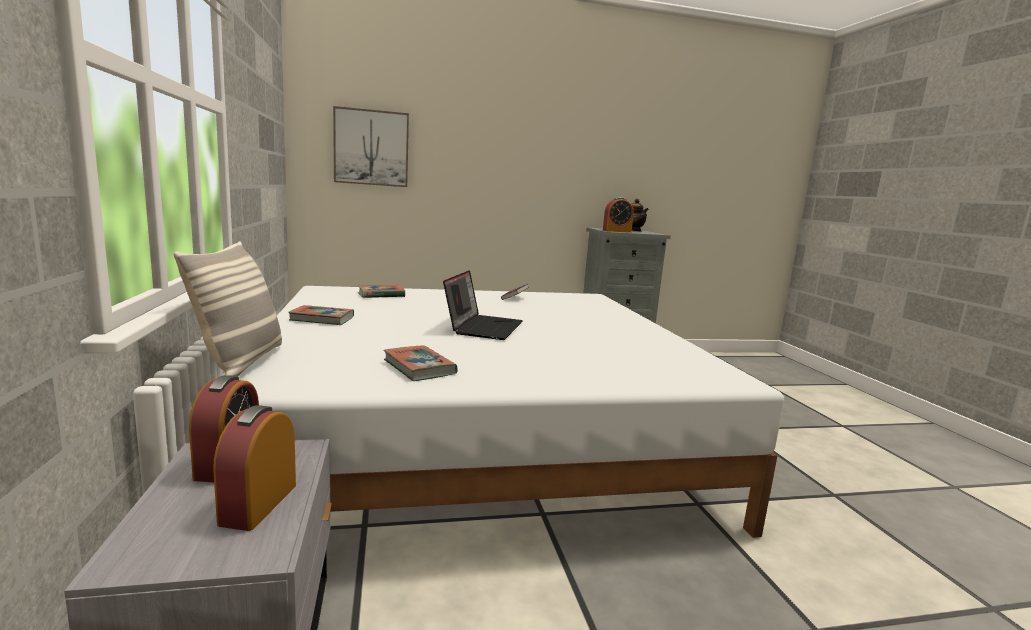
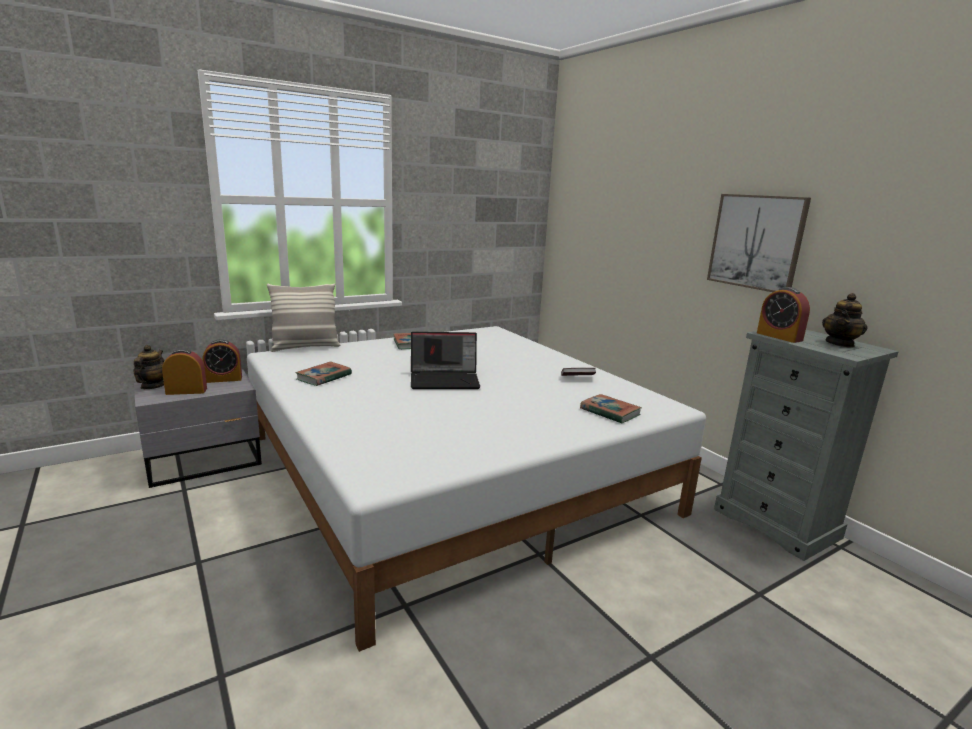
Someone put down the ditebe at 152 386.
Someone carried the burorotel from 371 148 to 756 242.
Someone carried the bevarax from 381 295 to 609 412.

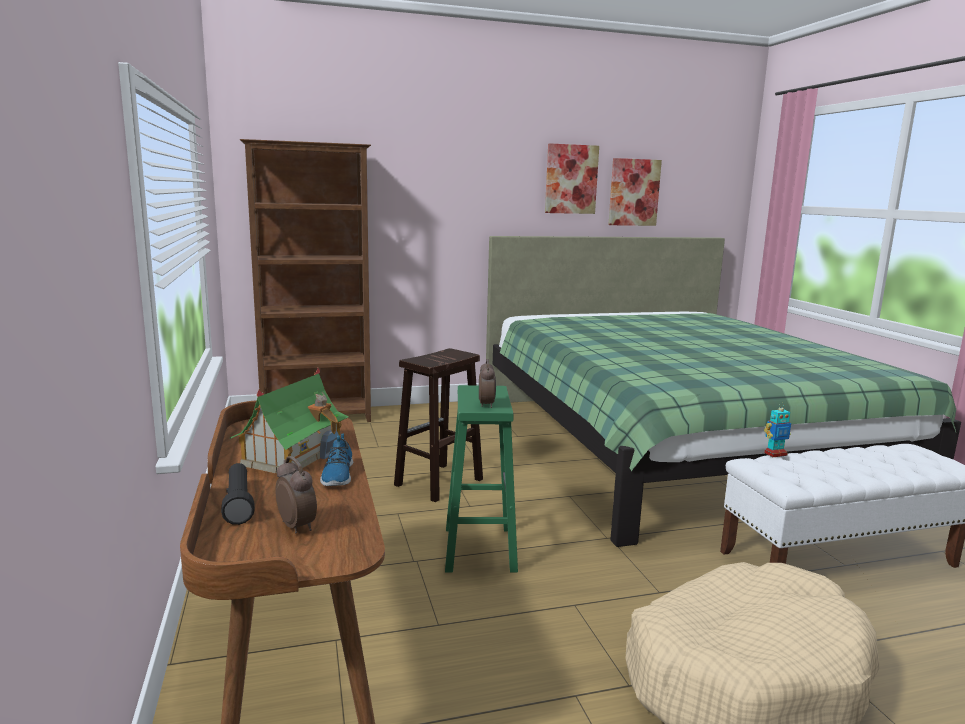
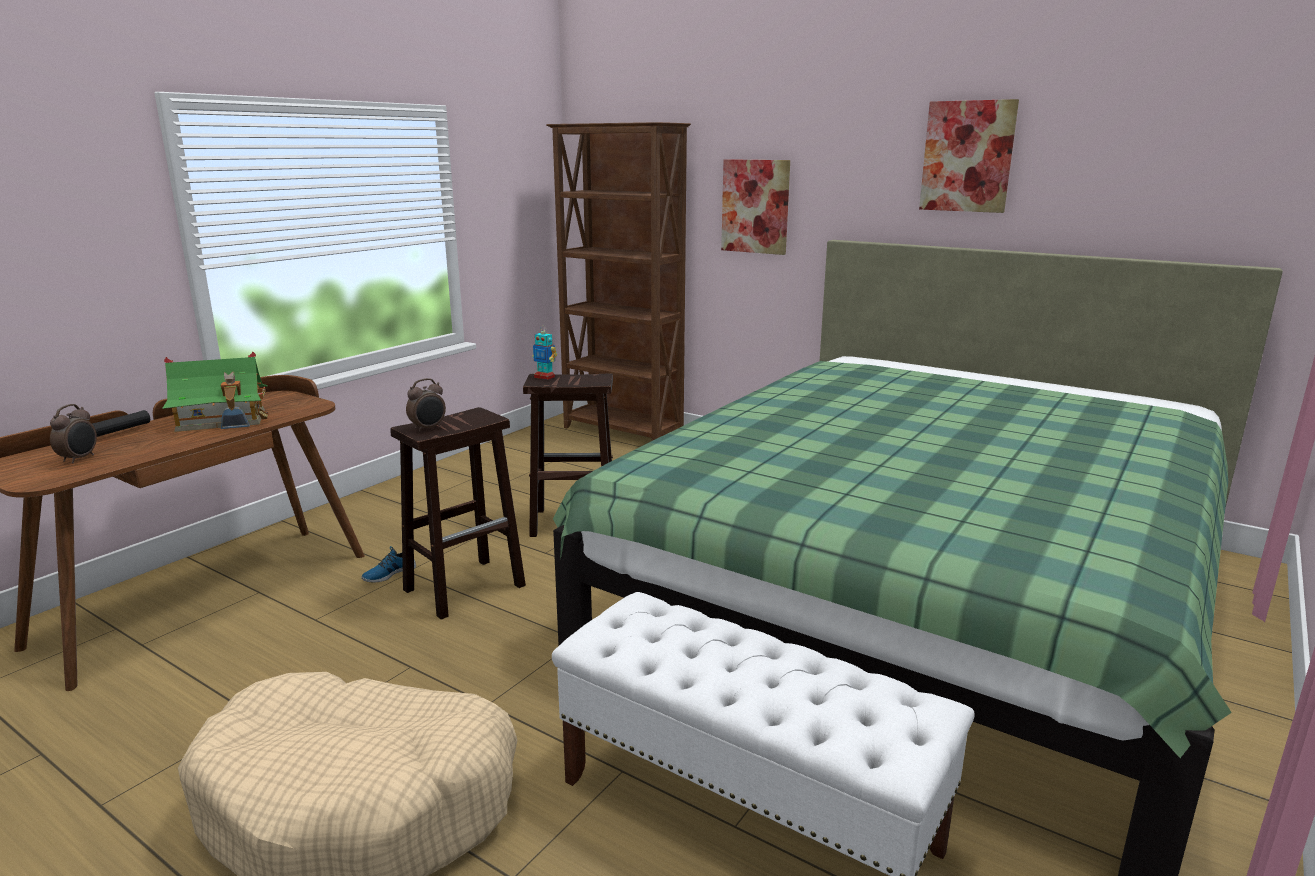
Someone carried the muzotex from 337 475 to 389 573.
Someone carried the burorotel from 634 192 to 755 206.
Someone carried the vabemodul from 775 454 to 544 377.
Someone repainted the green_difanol at 479 548, which became the brown_difanol at 466 587.

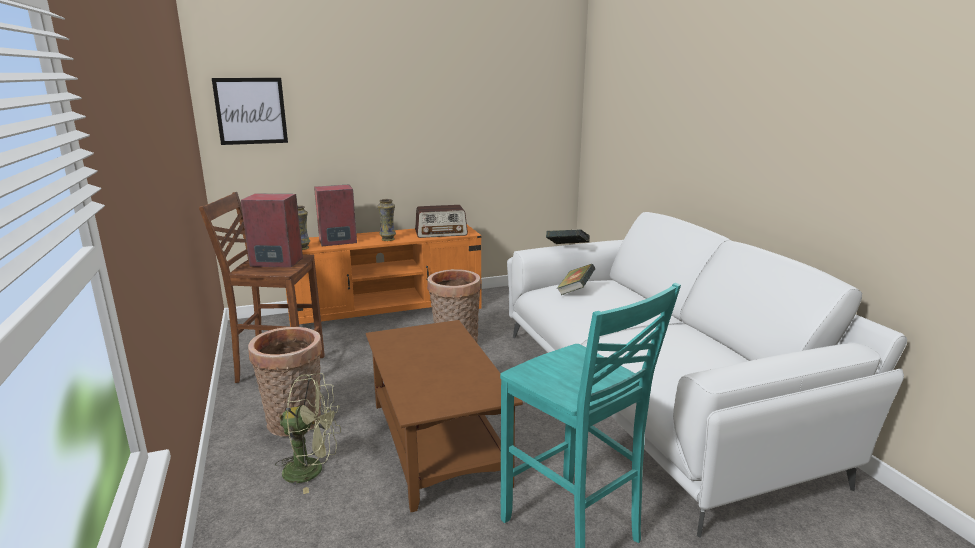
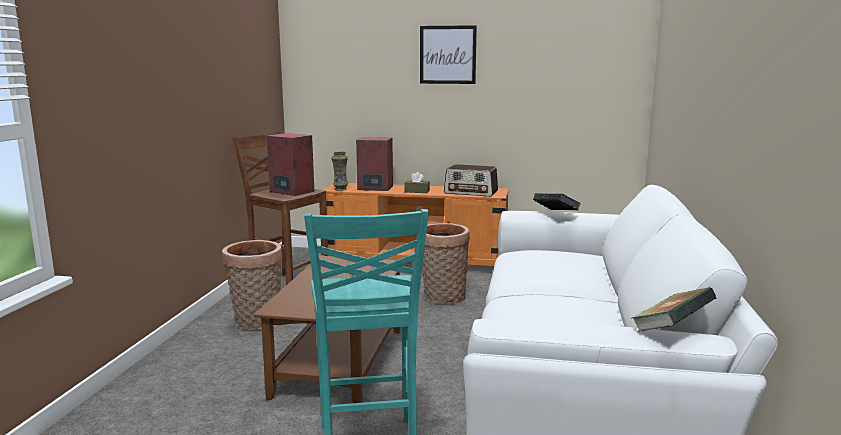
Someone took away the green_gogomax at 312 470.
Someone carried the burorotel from 251 111 to 448 55.
Someone carried the bevarax from 575 291 to 671 330.
Someone swapped the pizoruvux at 388 239 for the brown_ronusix at 417 191.

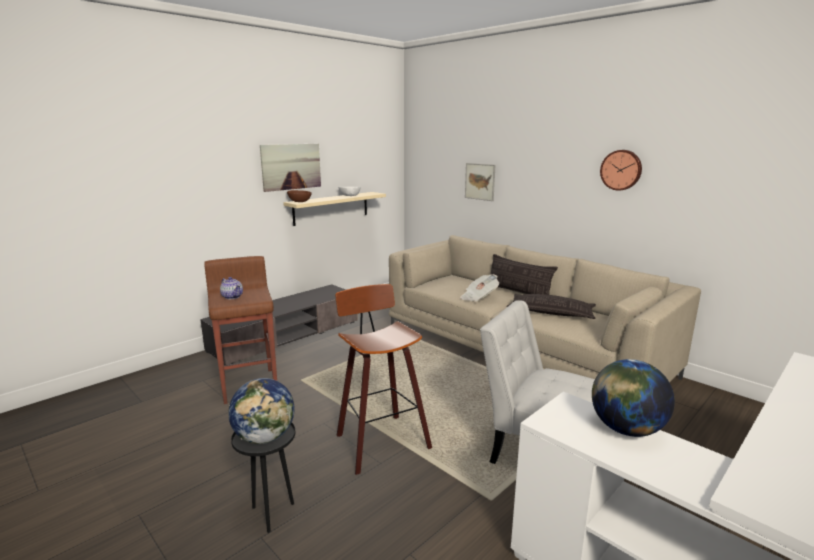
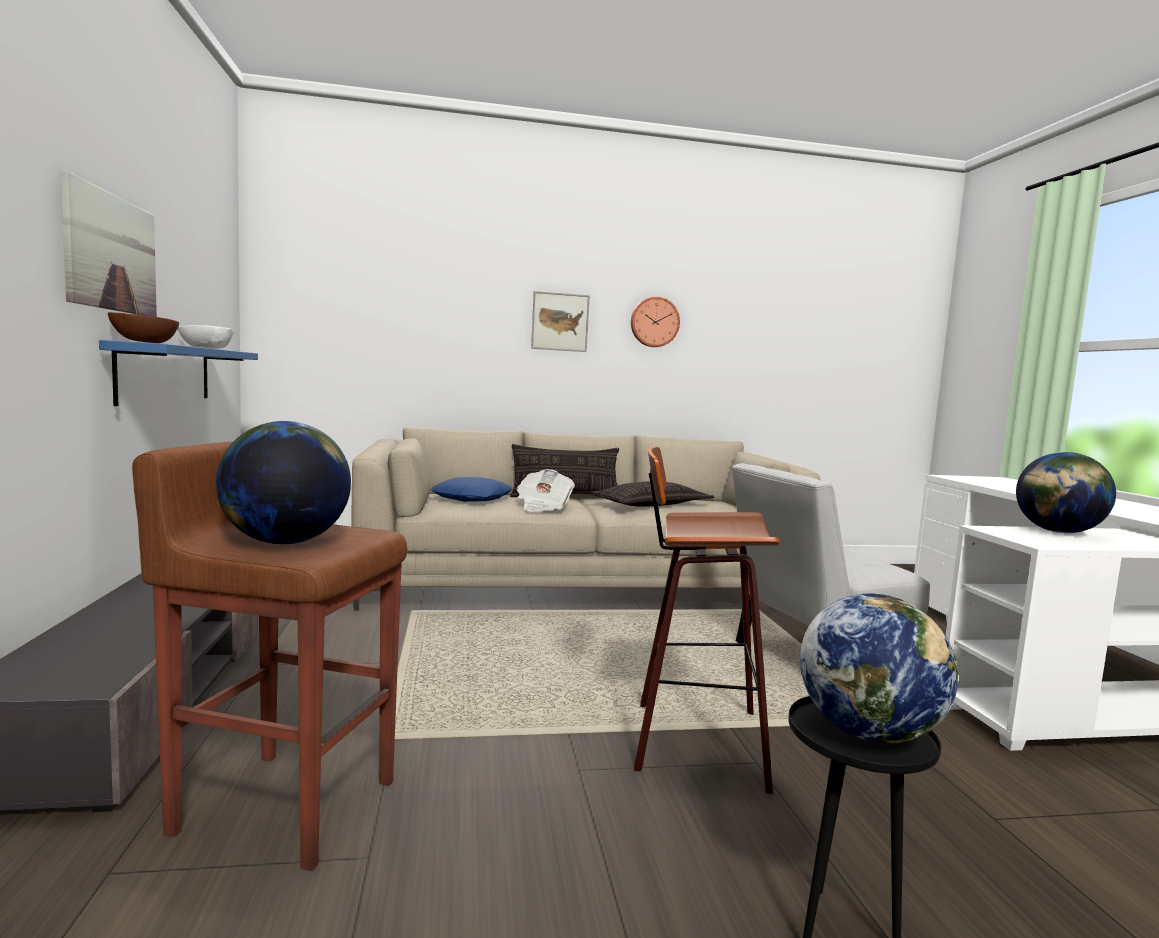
Someone put down the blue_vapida at 472 499.
Someone carried the burorotel from 480 181 to 560 322.
Someone swapped the ditebe at 232 296 for the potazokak at 285 542.
Someone repainted the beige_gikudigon at 331 208, which became the blue_gikudigon at 165 373.

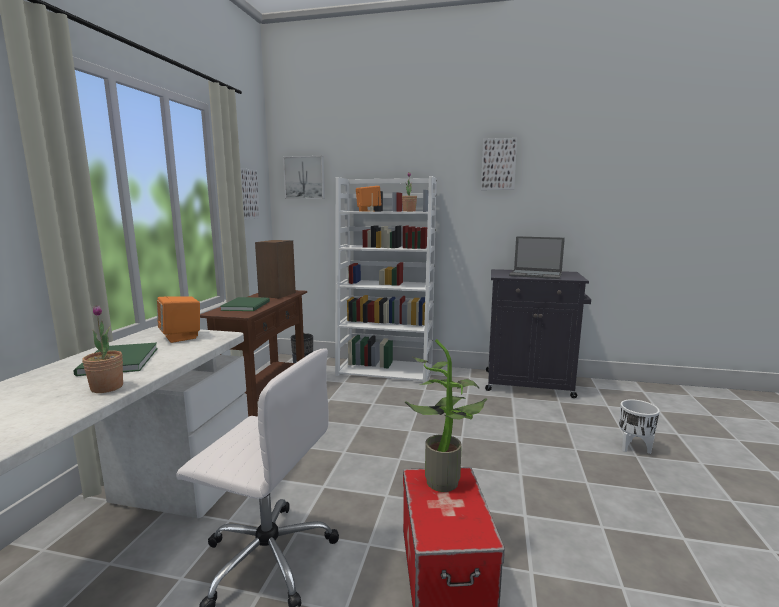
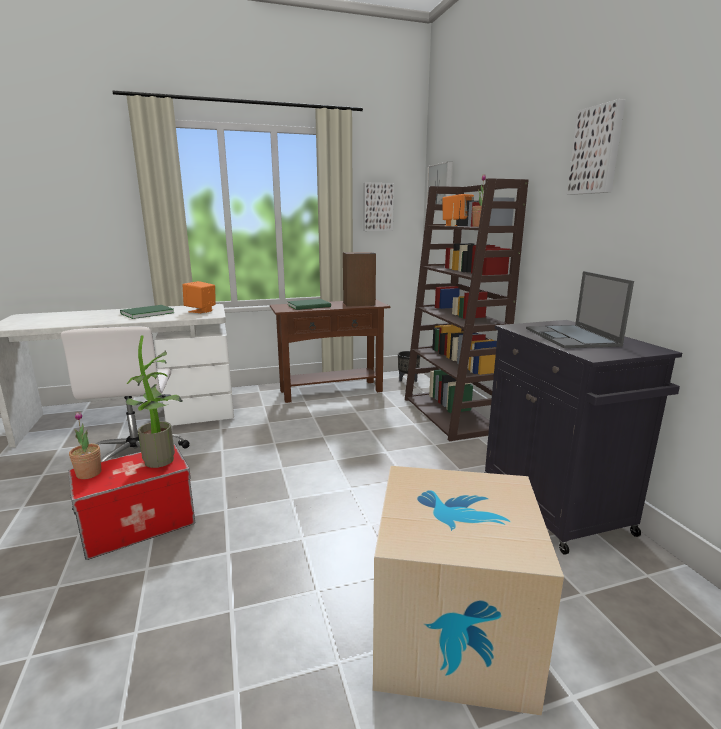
Someone carried the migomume from 107 387 to 89 473.
Someone swapped the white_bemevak at 633 448 for the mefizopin at 452 632.
Someone repainted the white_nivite at 386 370, which became the brown_nivite at 451 415.

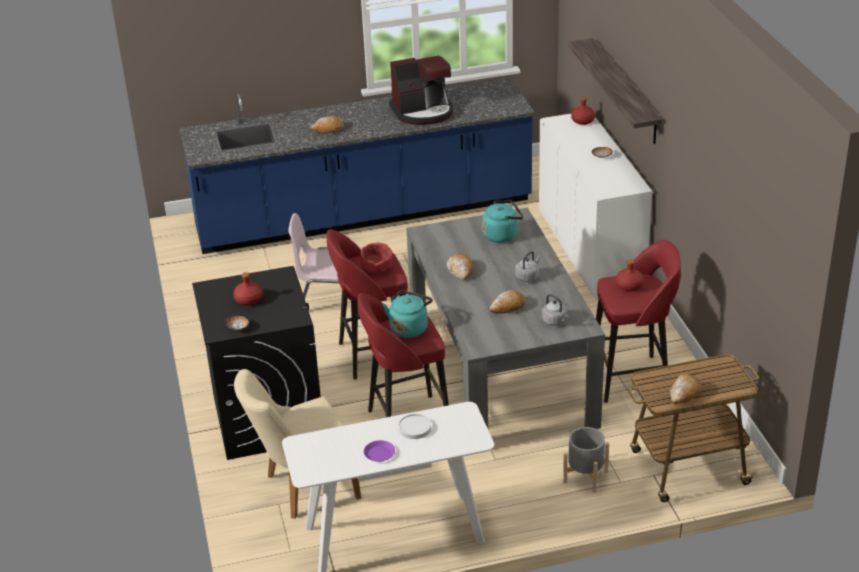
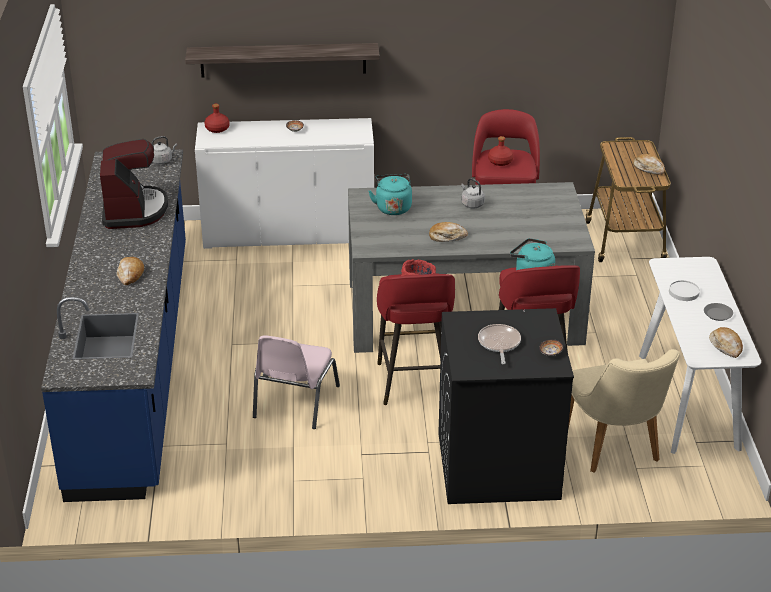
Someone took away the grey_bemevak at 585 476.
Someone carried the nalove from 508 307 to 726 346.
Someone carried the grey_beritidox from 555 321 to 162 160.
Someone swapped the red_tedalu at 248 299 for the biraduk at 499 344.
Someone repainted the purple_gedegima at 379 453, which became the grey_gedegima at 718 314.

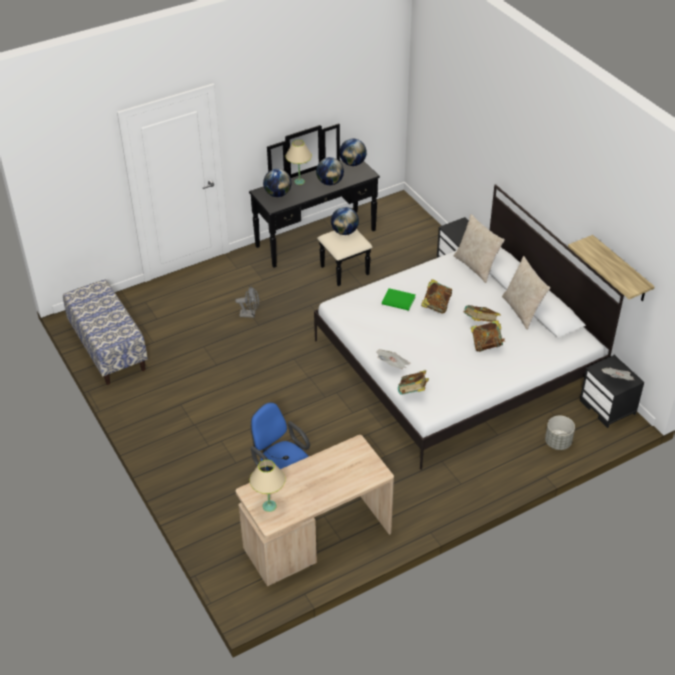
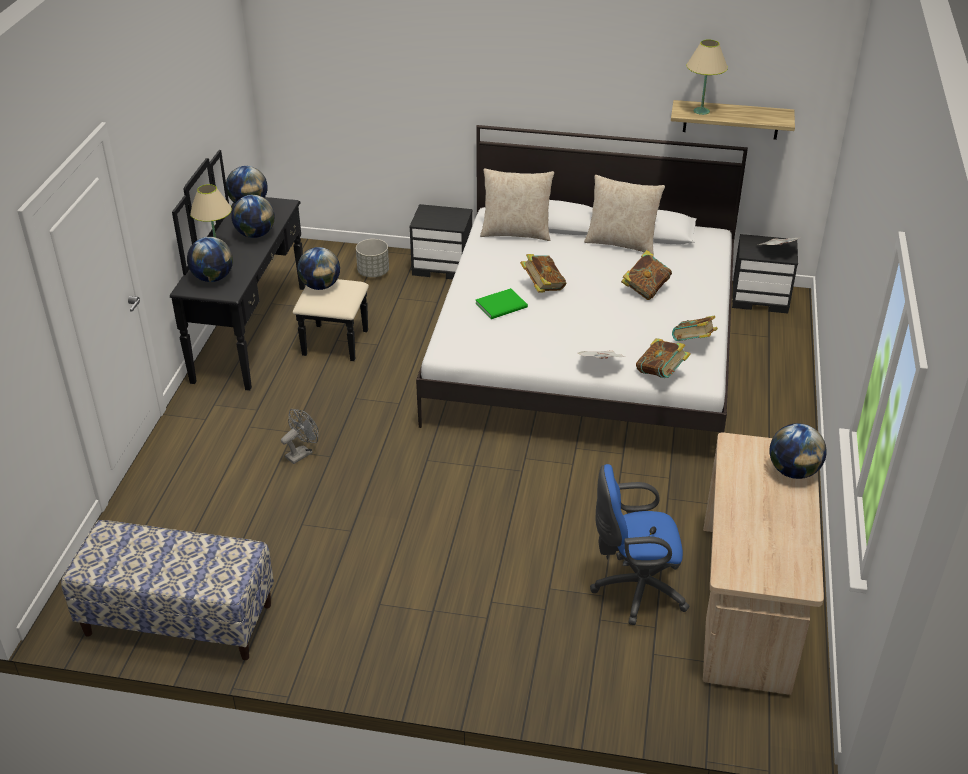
Someone put down the potazokak at 793 471.
Someone carried the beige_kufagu from 269 506 to 701 111.
Someone carried the bevarax from 480 323 to 693 344.
Someone carried the grey_bemevak from 558 442 to 373 272.

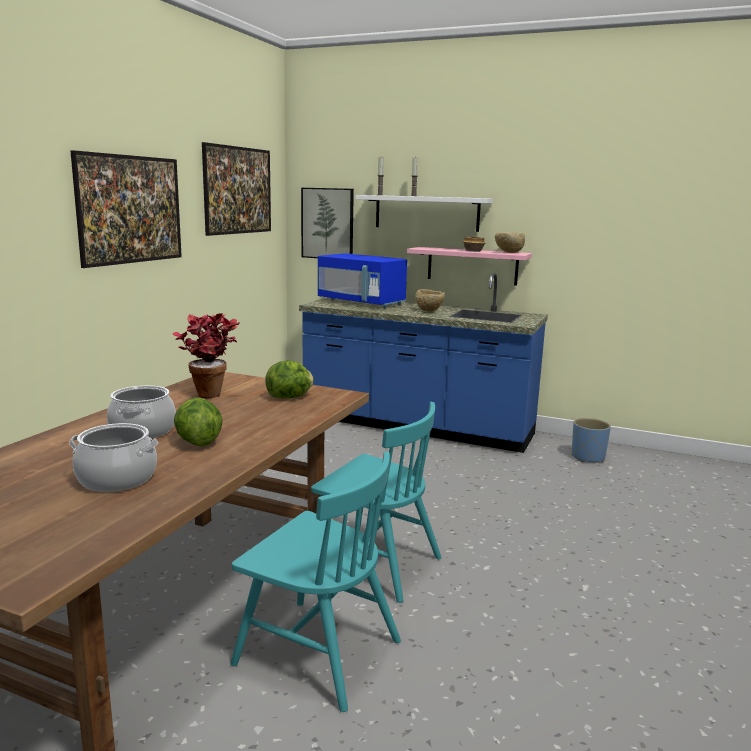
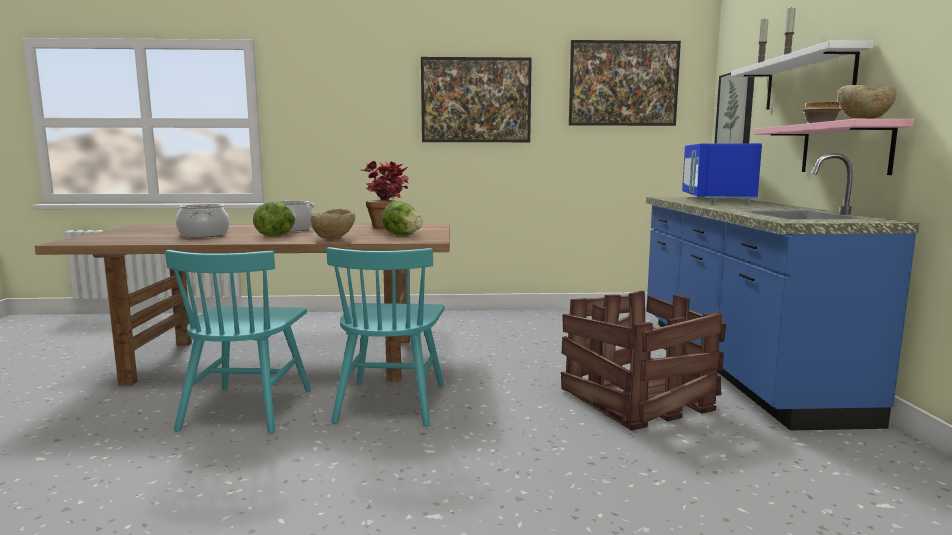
Someone took away the blue_bemevak at 588 457.
Someone put down the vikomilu at 638 399.
Someone carried the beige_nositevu from 429 311 to 334 238.

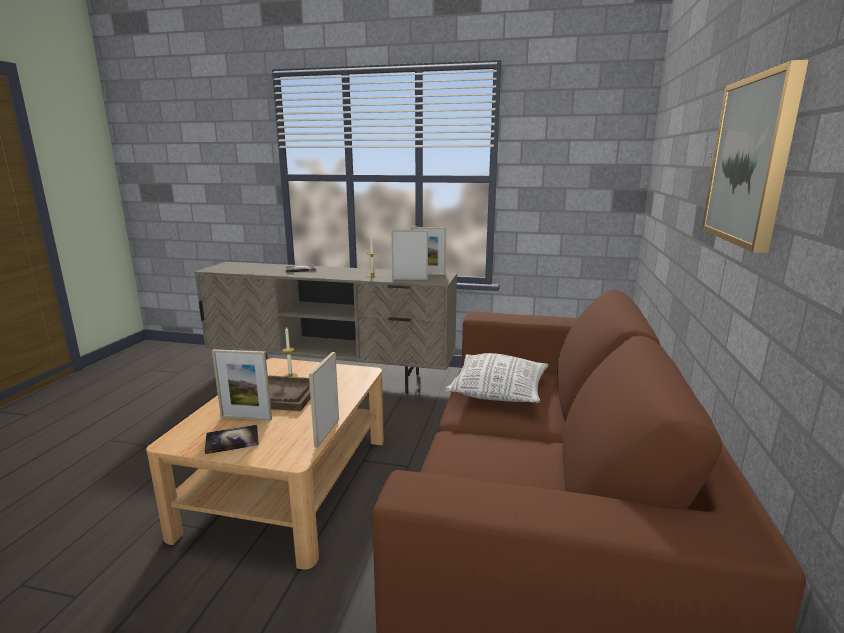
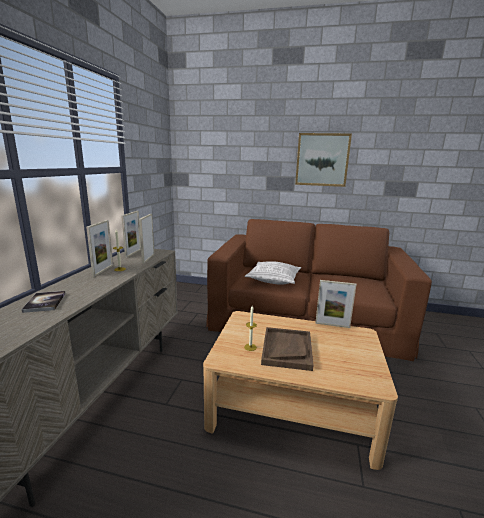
Someone took away the bevarax at 232 440.
Someone carried the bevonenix from 246 418 to 103 270.

